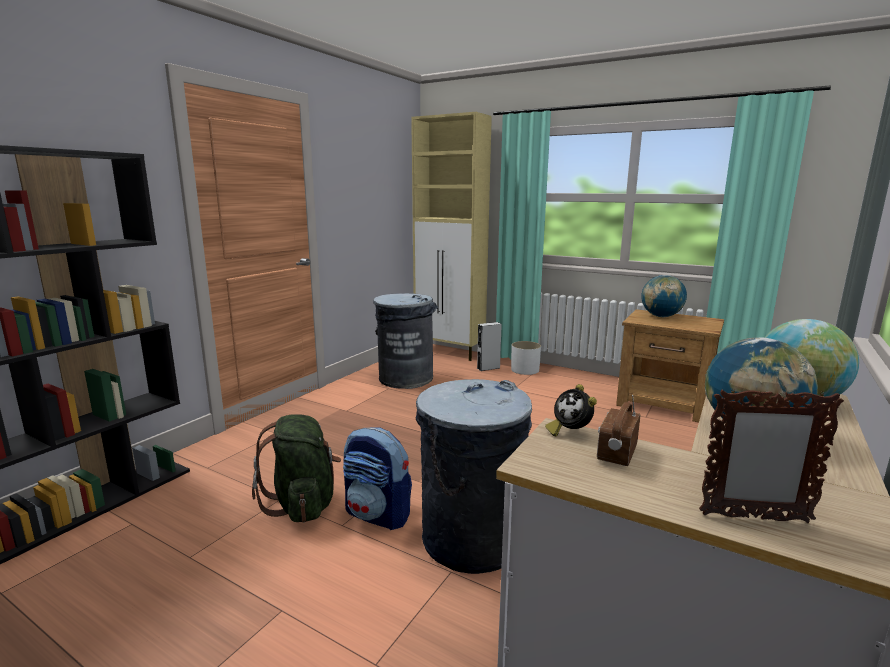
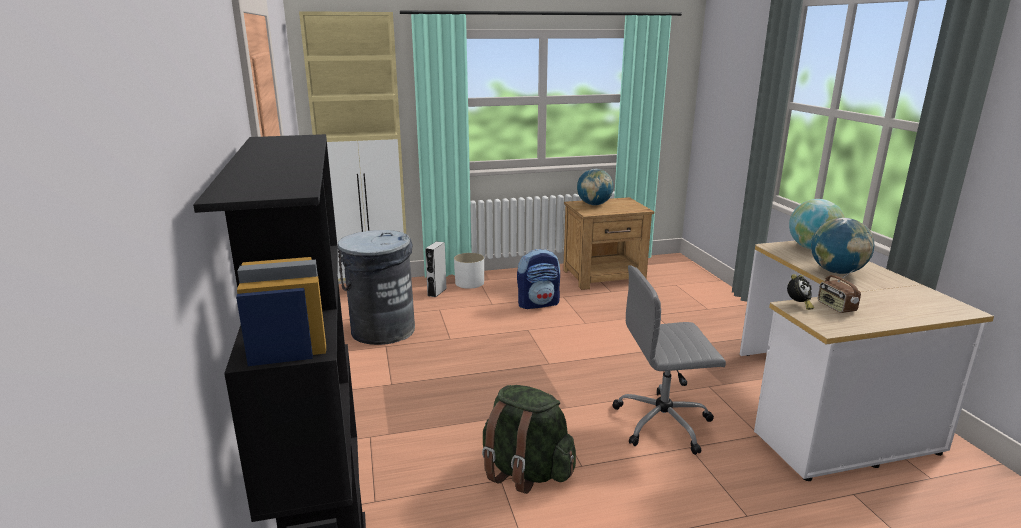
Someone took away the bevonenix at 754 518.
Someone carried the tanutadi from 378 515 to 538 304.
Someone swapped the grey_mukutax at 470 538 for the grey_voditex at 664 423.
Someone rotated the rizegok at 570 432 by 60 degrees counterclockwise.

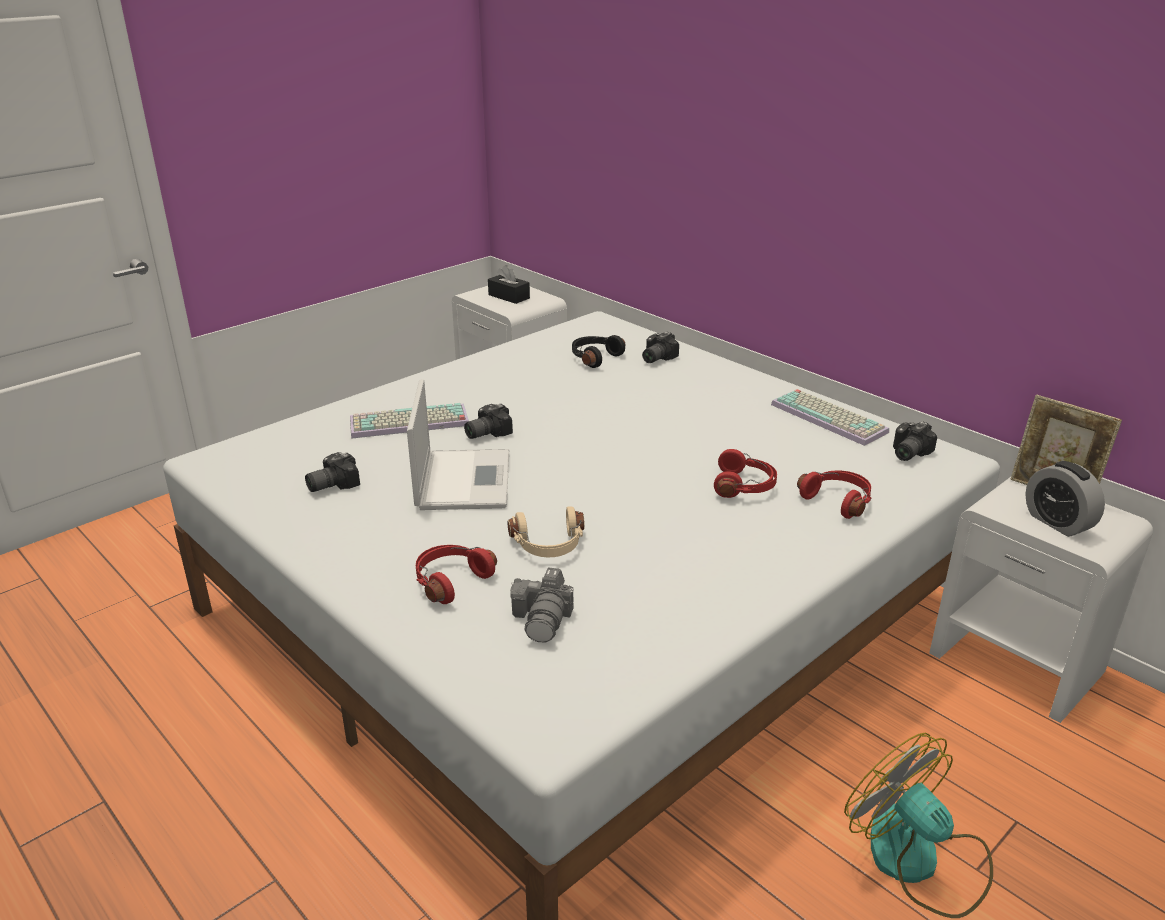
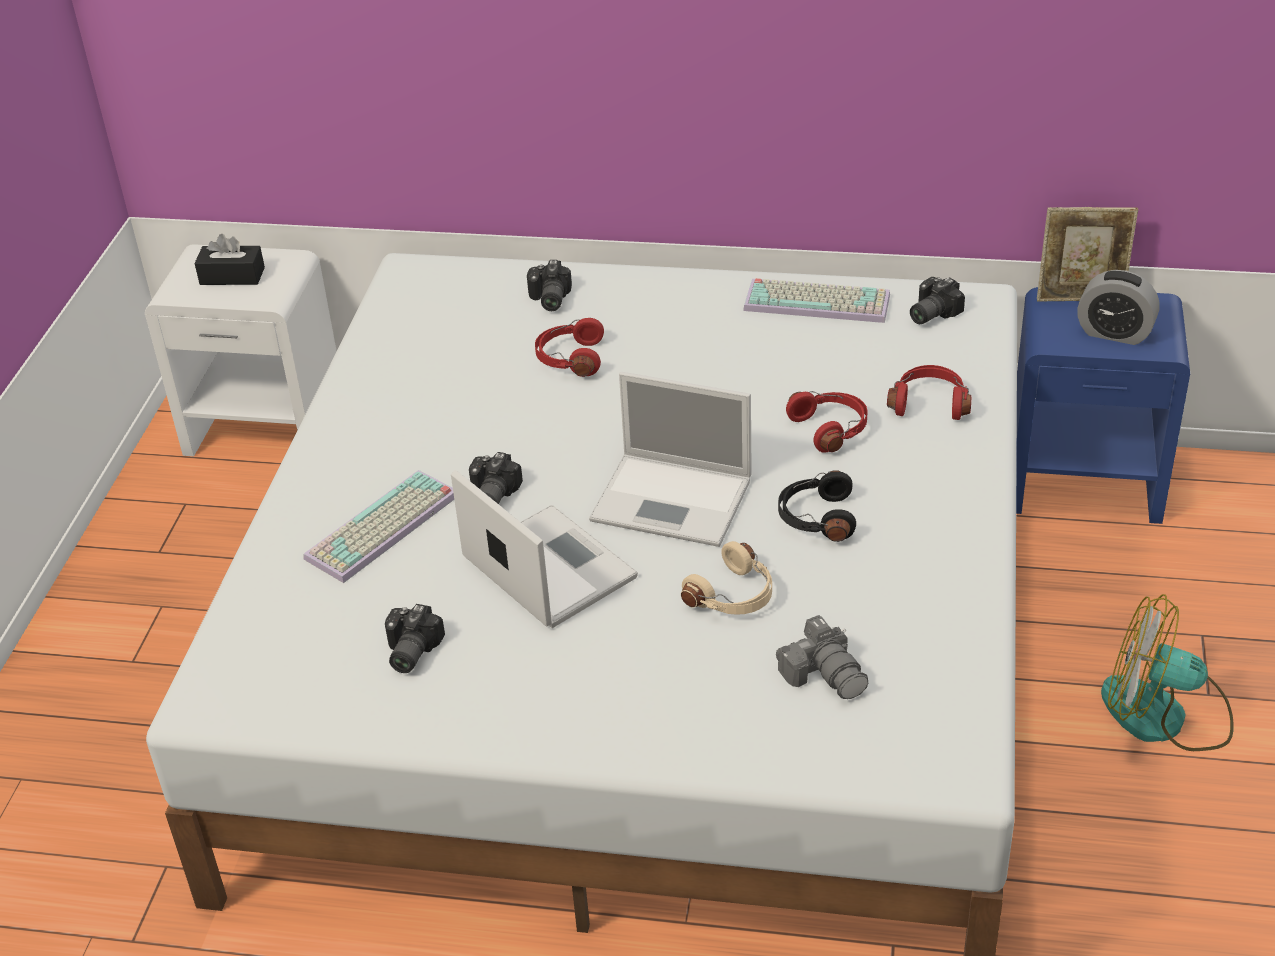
Someone put down the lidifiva at 674 500.
Someone carried the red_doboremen from 450 581 to 570 359.
Someone carried the black_doboremen from 594 357 to 816 518.
Someone repainted the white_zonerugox at 1017 663, which became the blue_zonerugox at 1085 482.
Someone rotated the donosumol at 906 453 by 45 degrees clockwise.

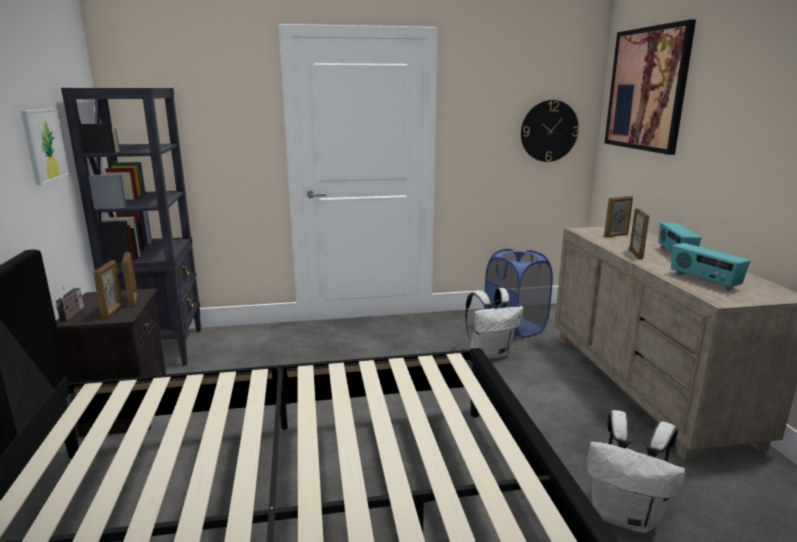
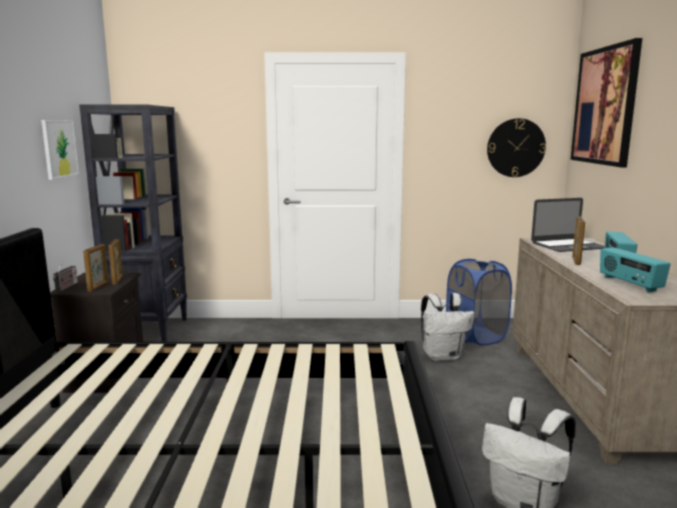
Someone swapped the bevonenix at 616 235 for the lidifiva at 568 245.

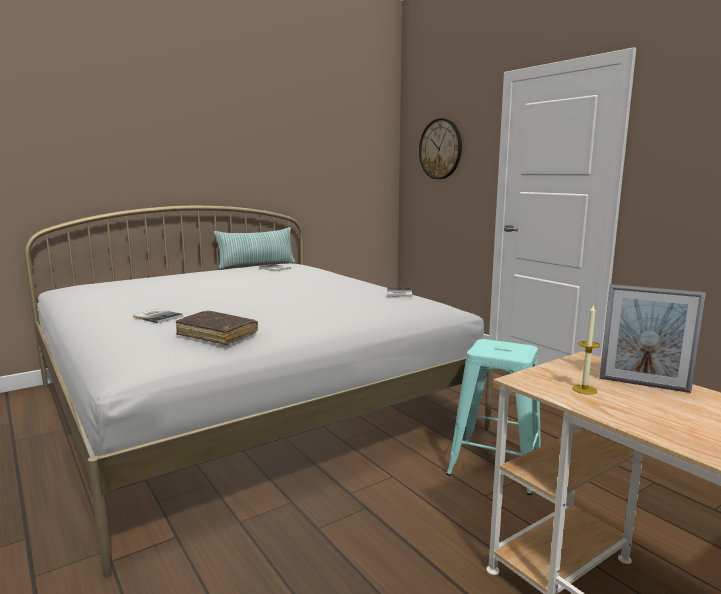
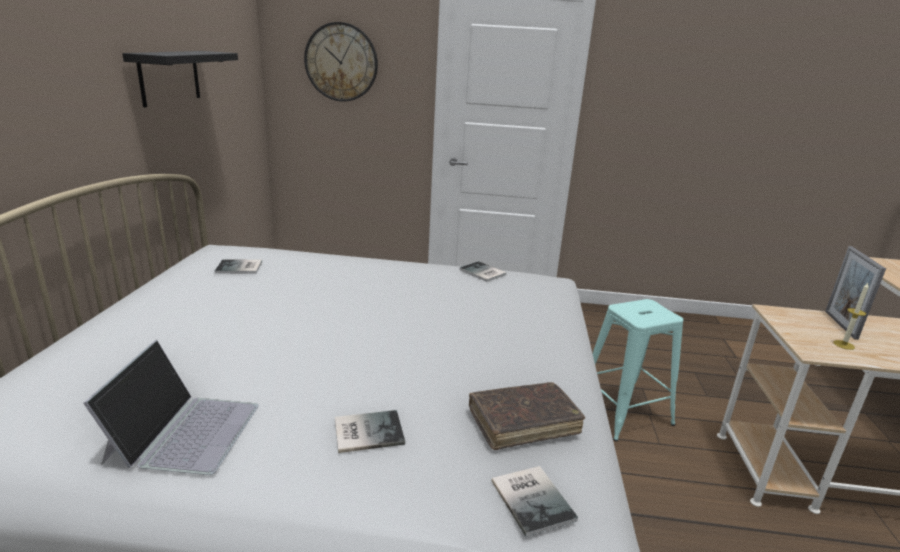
Someone took away the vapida at 256 265.
Someone put down the lidifiva at 184 431.
Someone put up the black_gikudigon at 169 77.
Someone put down the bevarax at 533 498.
Someone rotated the bevonenix at 643 384 by 120 degrees clockwise.

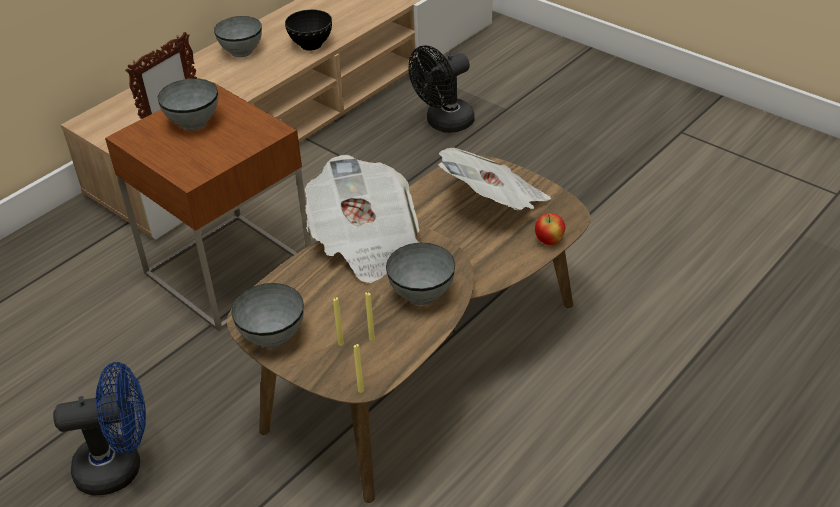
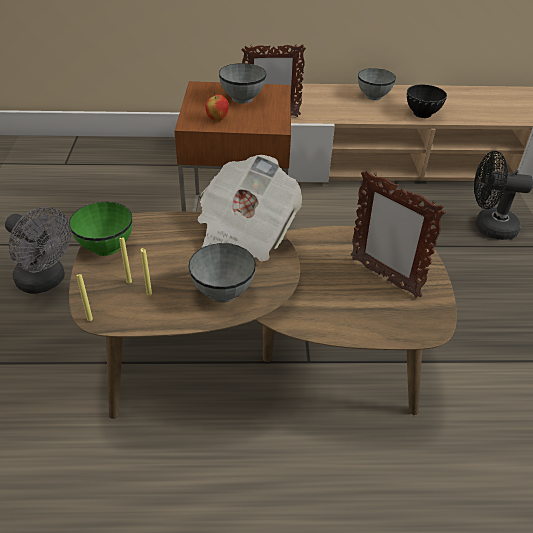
Someone carried the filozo from 549 241 to 217 119.
Someone swapped the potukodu at 494 203 for the bevonenix at 383 277.
Someone repainted the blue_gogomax at 120 466, which became the grey_gogomax at 46 281.
Someone repainted the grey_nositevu at 273 337, which became the green_nositevu at 106 247.

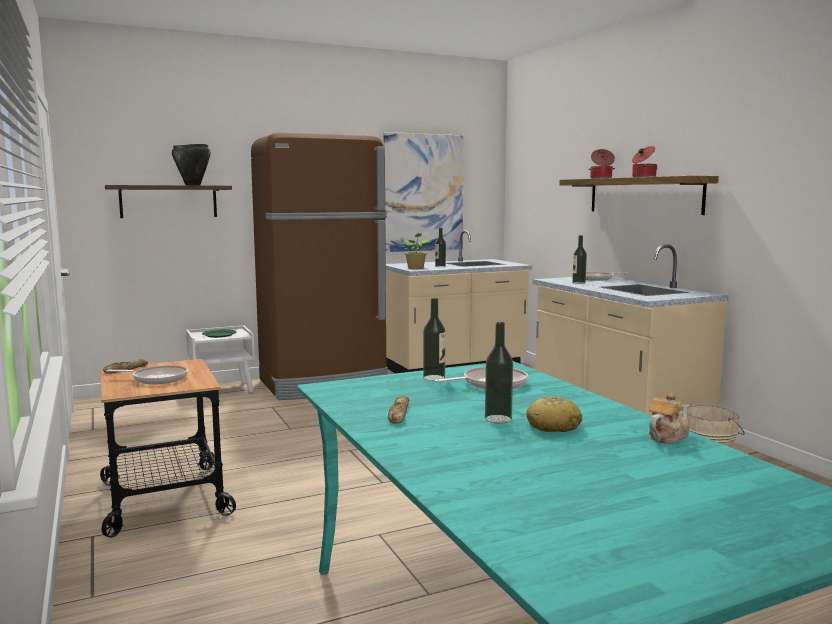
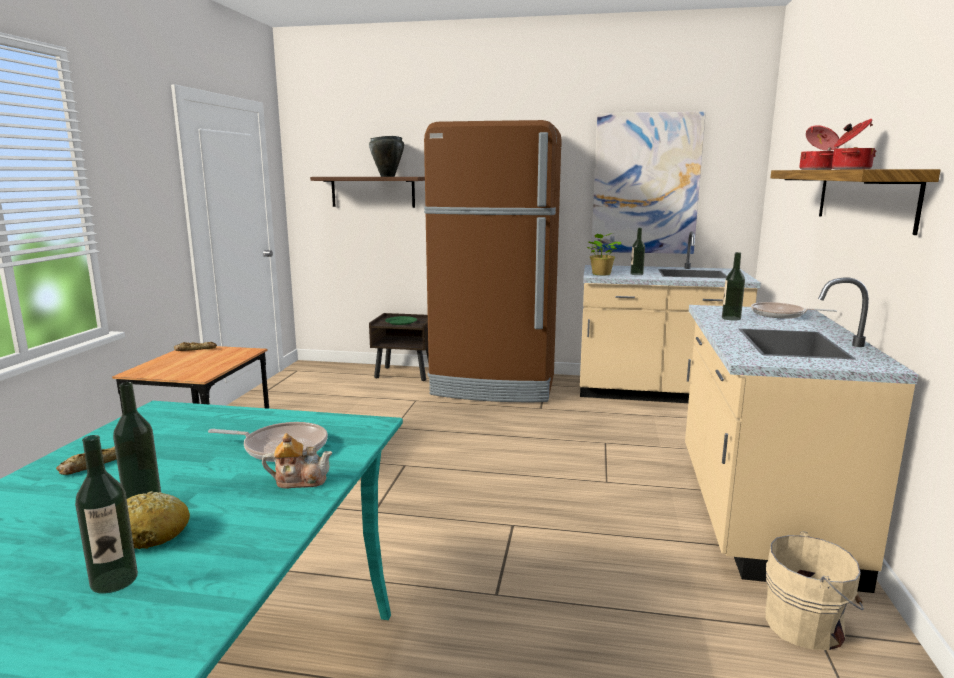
Someone took away the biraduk at 157 379.
Someone carried the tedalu from 434 378 to 114 580.
Someone carried the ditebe from 667 437 to 299 480.
Someone repainted the white_zonerugox at 222 390, which became the brown_zonerugox at 405 374.

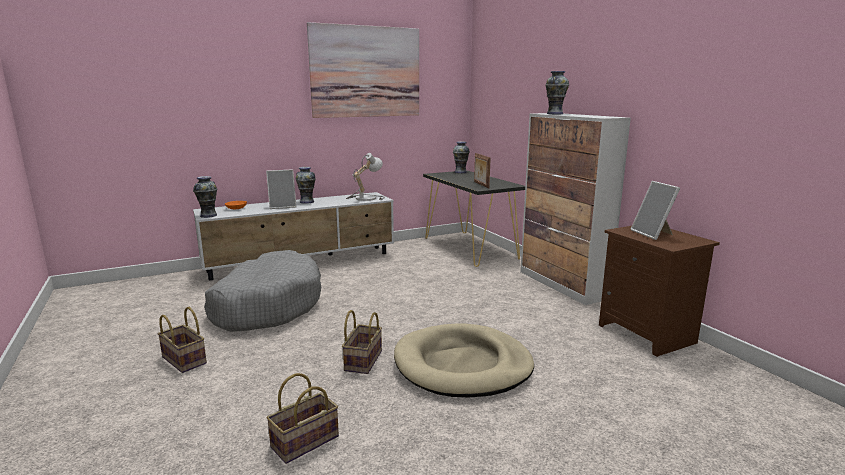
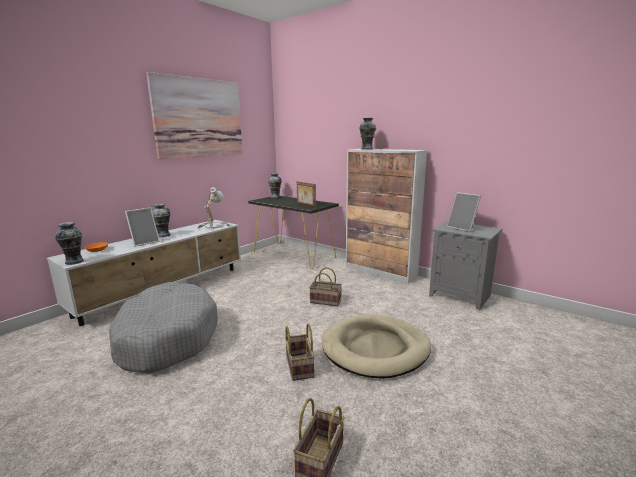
Someone carried the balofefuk from 185 360 to 326 301.
Someone repainted the brown_zonerugox at 648 334, which became the grey_zonerugox at 461 295.

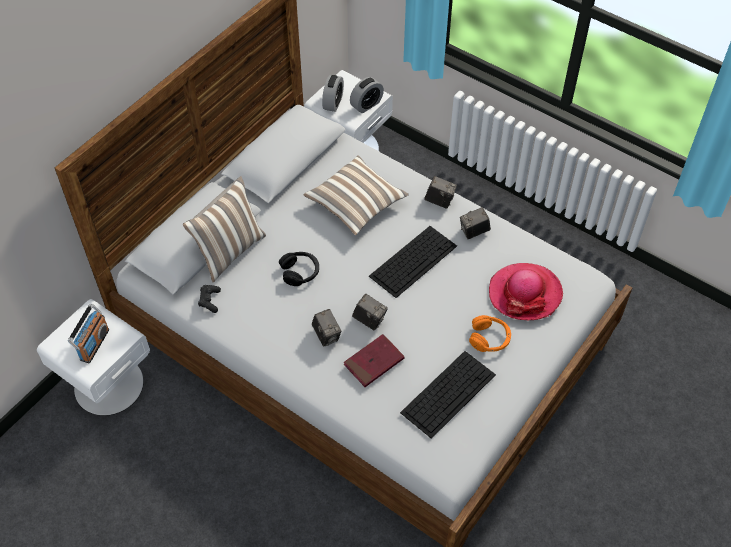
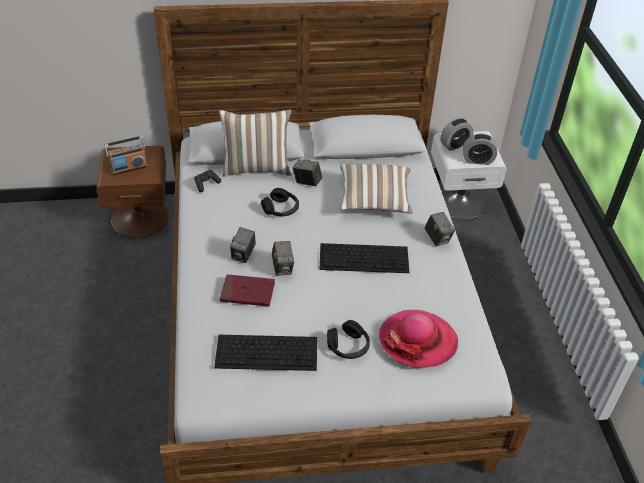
Someone carried the donosumol from 474 232 to 307 182.
Someone repainted the white_zonerugox at 108 384, which became the brown_zonerugox at 140 217.
Someone repainted the orange_doboremen at 489 338, which became the black_doboremen at 348 346.

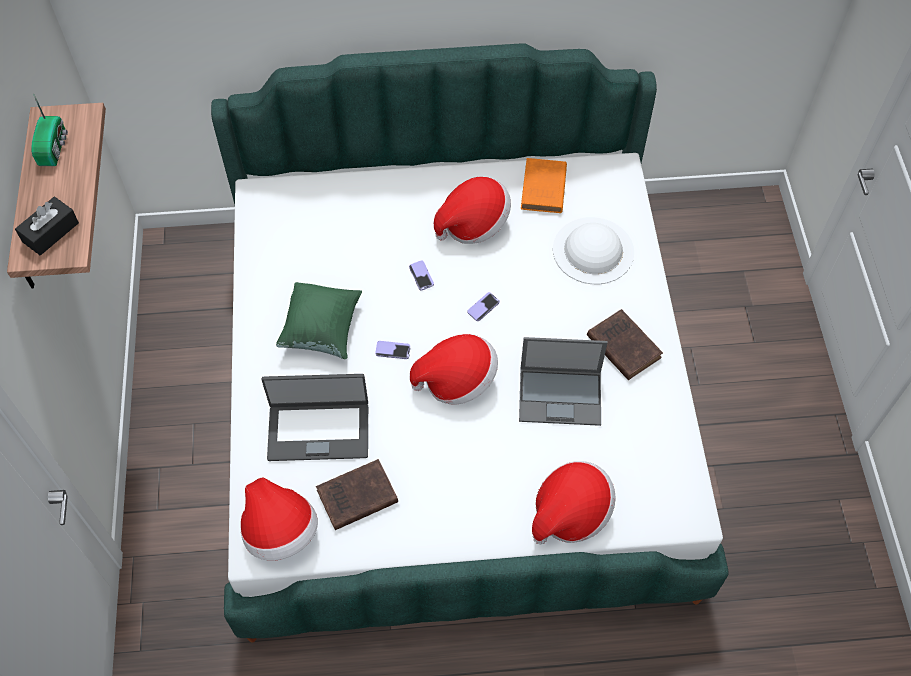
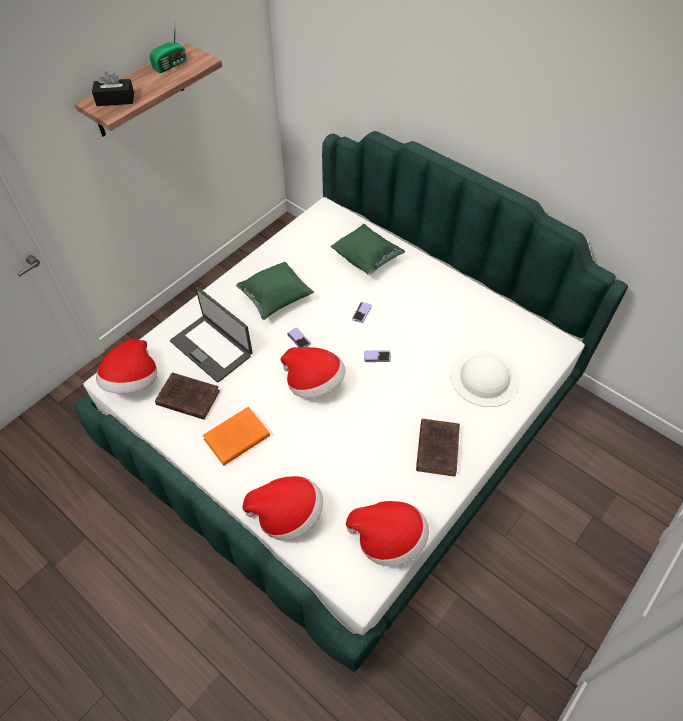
Someone took away the lidifiva at 561 396.
Someone put down the green_vapida at 366 259.
Someone carried the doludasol from 473 223 to 388 539.
Someone carried the orange_bevarax from 543 190 to 235 439.

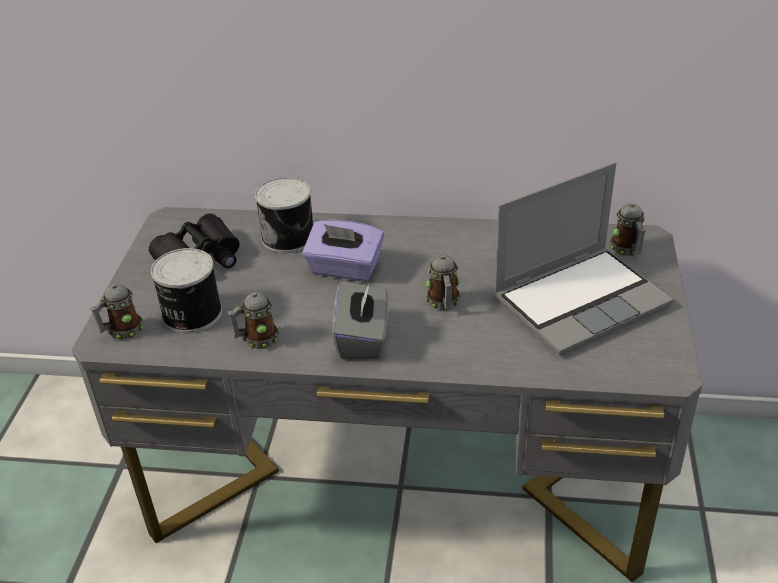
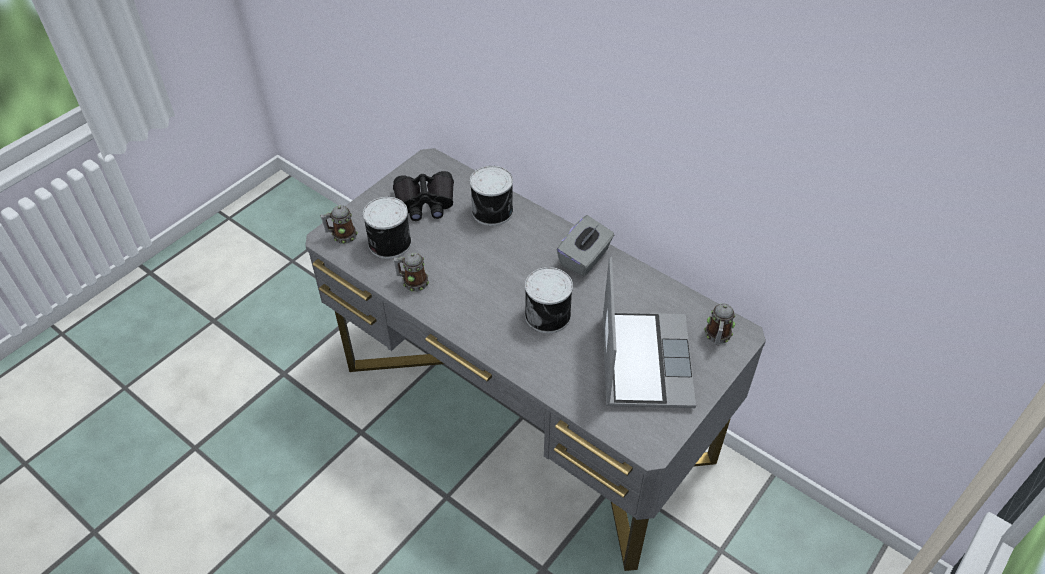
Someone took away the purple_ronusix at 345 269.
Someone carried the grey_ronusix from 363 338 to 585 258.
Someone swapped the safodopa at 444 303 for the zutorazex at 549 315.
Someone rotated the lidifiva at 581 300 by 90 degrees counterclockwise.

